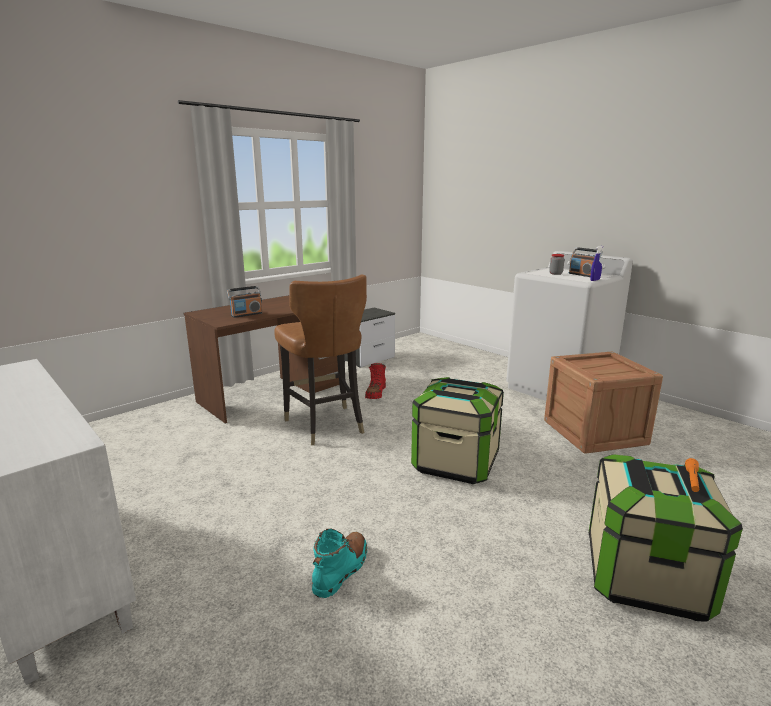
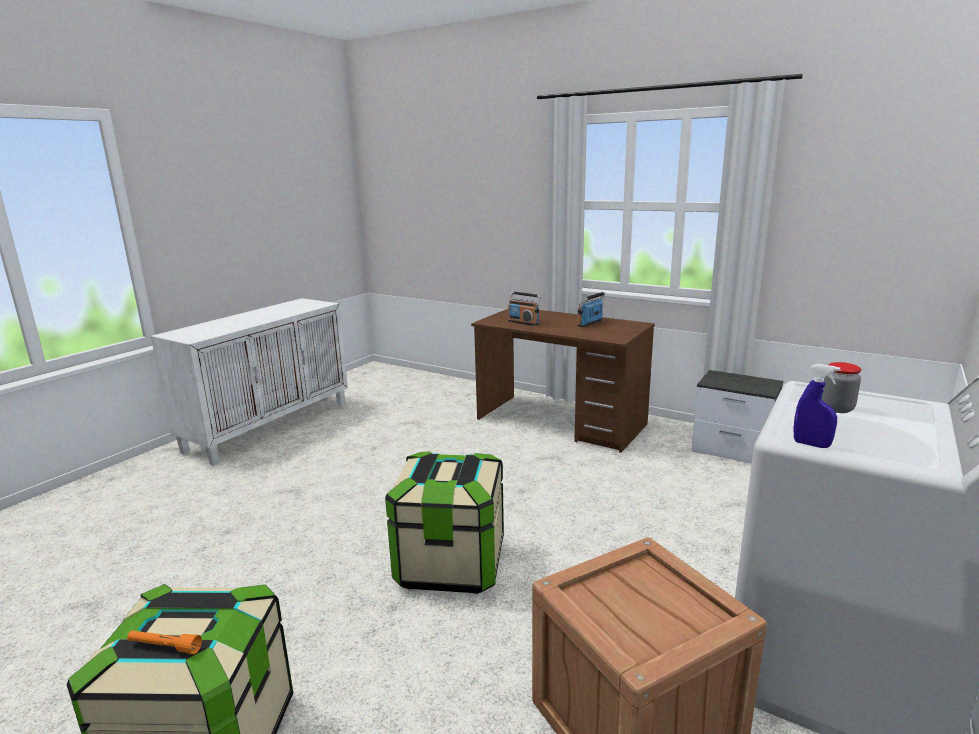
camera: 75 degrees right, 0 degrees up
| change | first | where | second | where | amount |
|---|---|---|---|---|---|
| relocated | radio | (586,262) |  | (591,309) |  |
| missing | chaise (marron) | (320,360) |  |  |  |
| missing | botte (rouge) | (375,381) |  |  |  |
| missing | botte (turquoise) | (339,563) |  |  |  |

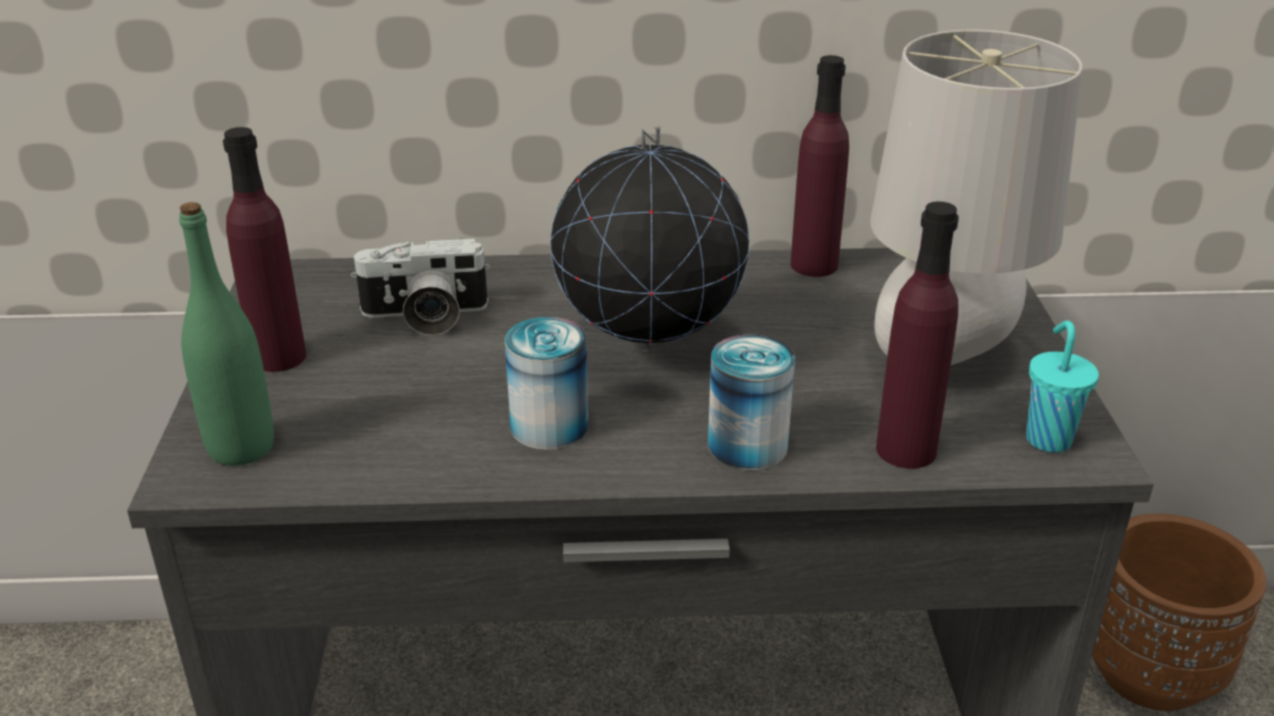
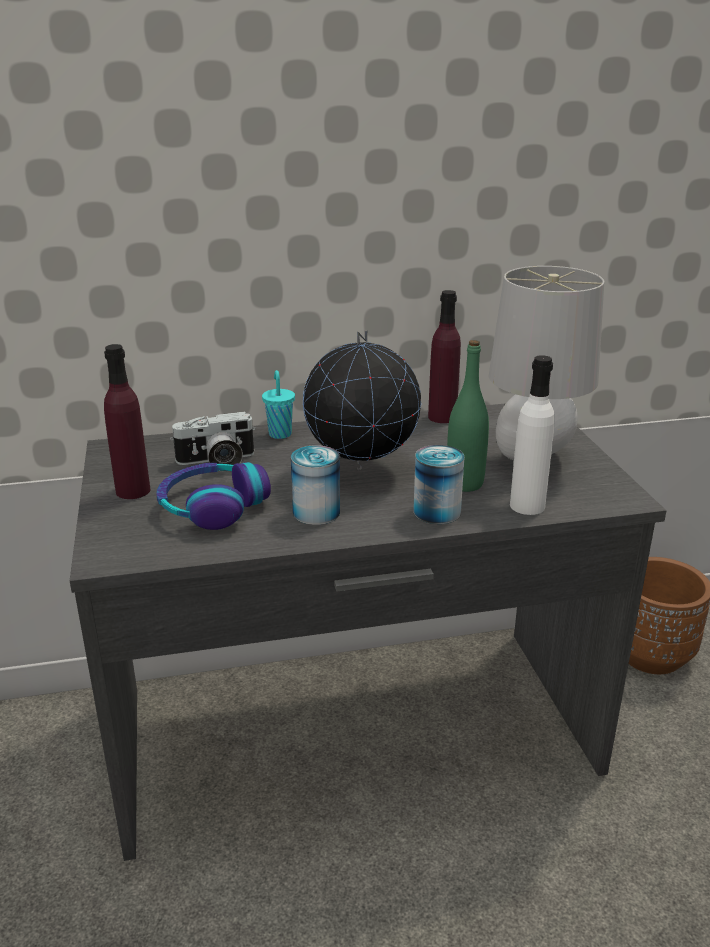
camera: 10 degrees left, 5 degrees down
| change | first | where | second | where | amount |
|---|---|---|---|---|---|
| colour | bouteille (violet) | (917,335) | bouteille (blanc) | (532,435) |  |
| relocated | bouteille (vert) | (226,334) |  | (468,416) |  |
| relocated | tasse (turquoise) | (1062,387) |  | (278,404) |  |
| appeared |  |  | casque audio | (213,496) |  |

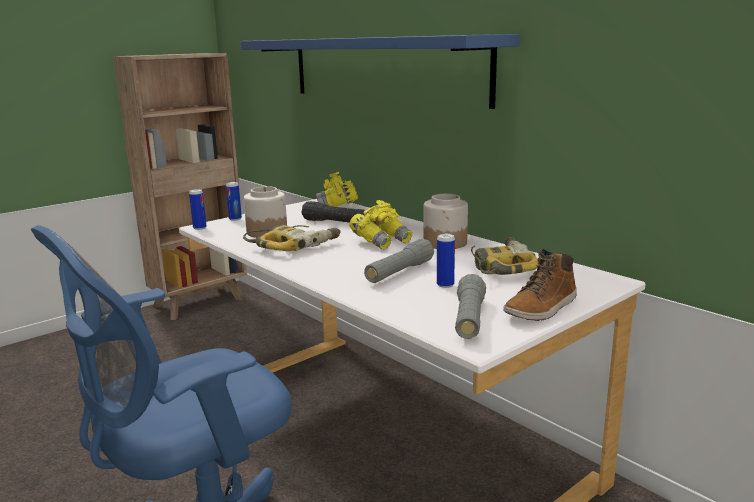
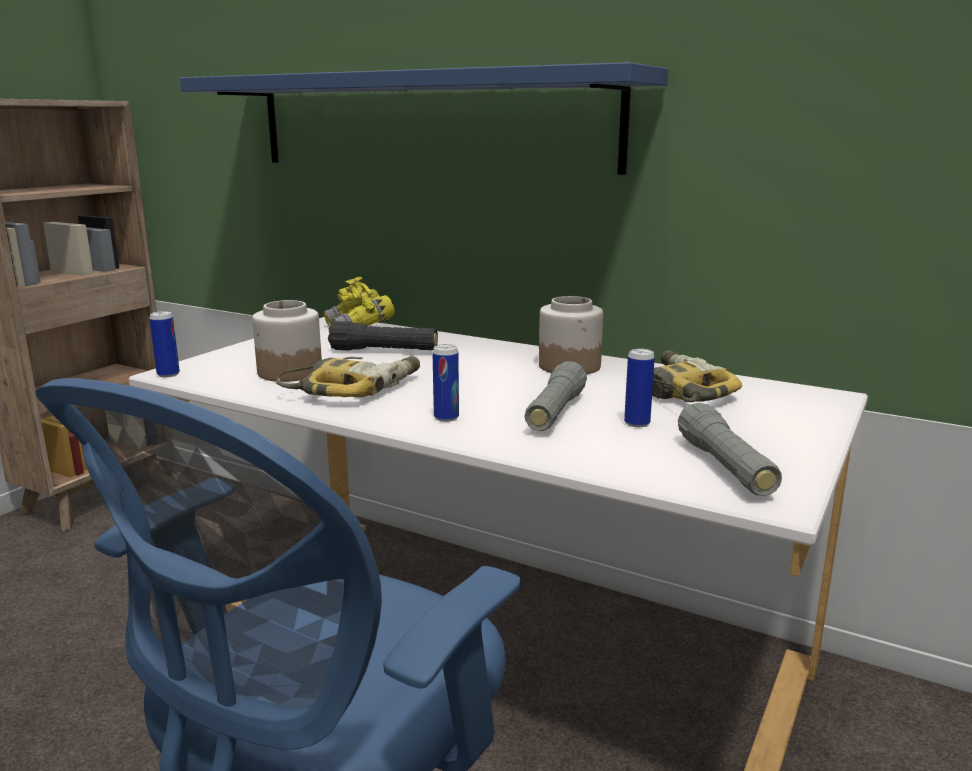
camera: 20 degrees left, 0 degrees up
| change | first | where | second | where | amount |
|---|---|---|---|---|---|
| relocated | boîte métallique | (234,201) |  | (445,383) |  |
| missing | jumelles (jaune) | (380,225) |  |  |  |
| missing | botte | (540,285) |  |  |  |

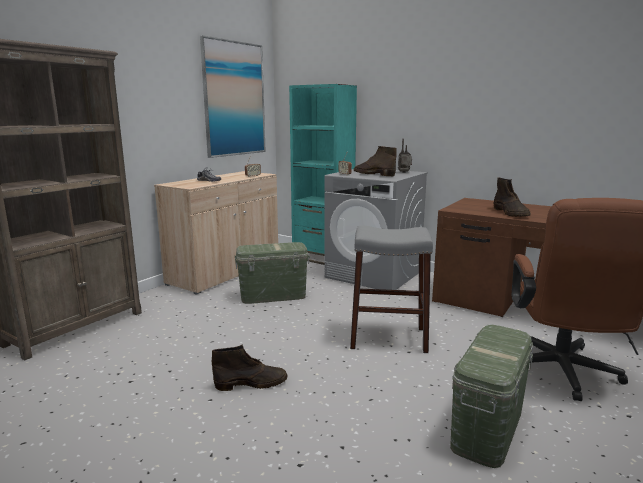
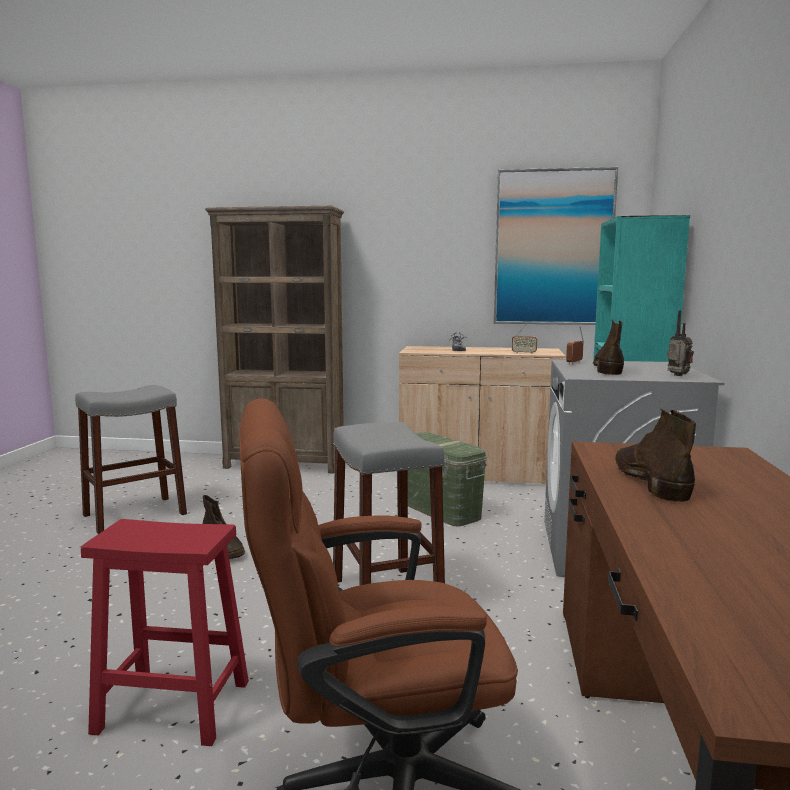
camera: 65 degrees right, 5 degrees down
| change | first | where | second | where | amount |
|---|---|---|---|---|---|
| spun | botte (marron) | (512,197) |  | (655,455) | 120 degrees clockwise |
| exchanged | boîte de rangement (vert) | (491,396) | tabouret (rouge) | (165,632) |  |
| appeared |  |  | tabouret (gris) | (131,459) |  |

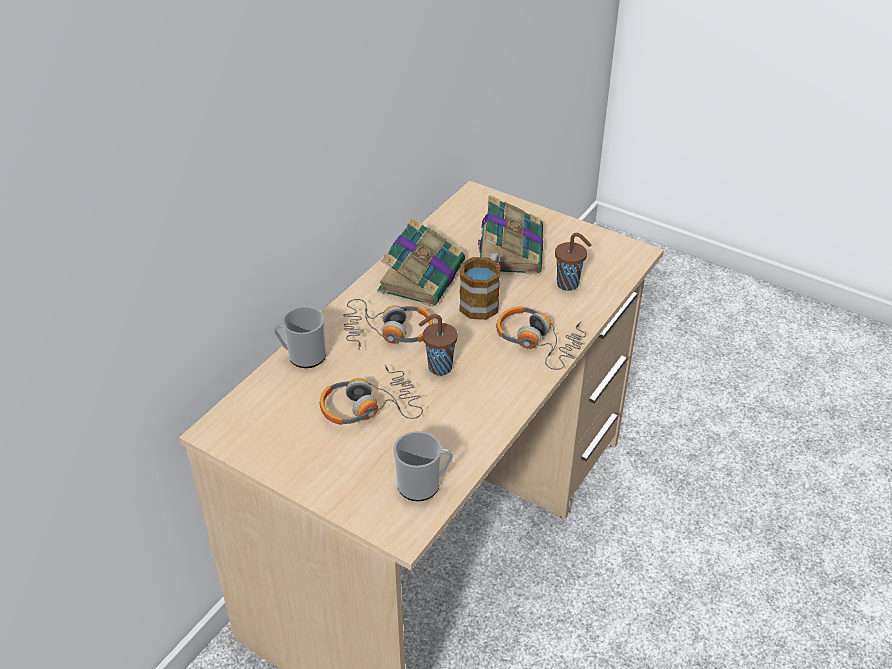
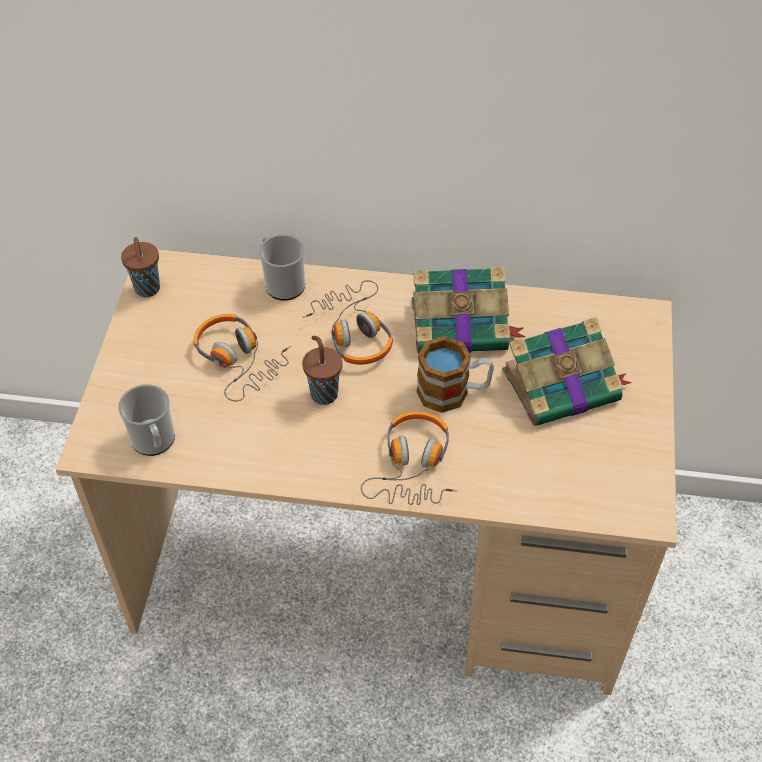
camera: 65 degrees right, 10 degrees up
| change | first | where | second | where | amount |
|---|---|---|---|---|---|
| relocated | tasse (marron) | (573,262) |  | (140,267) |  |

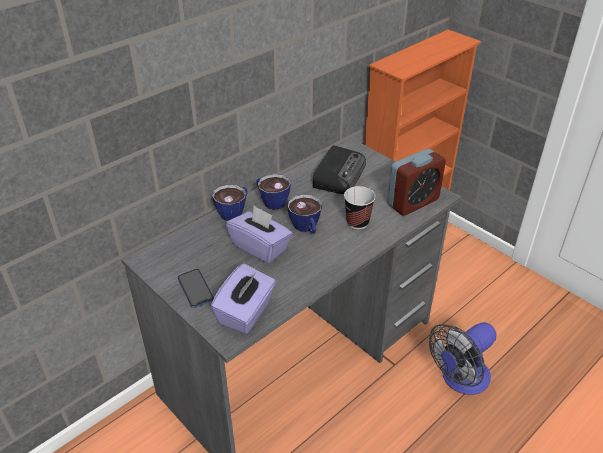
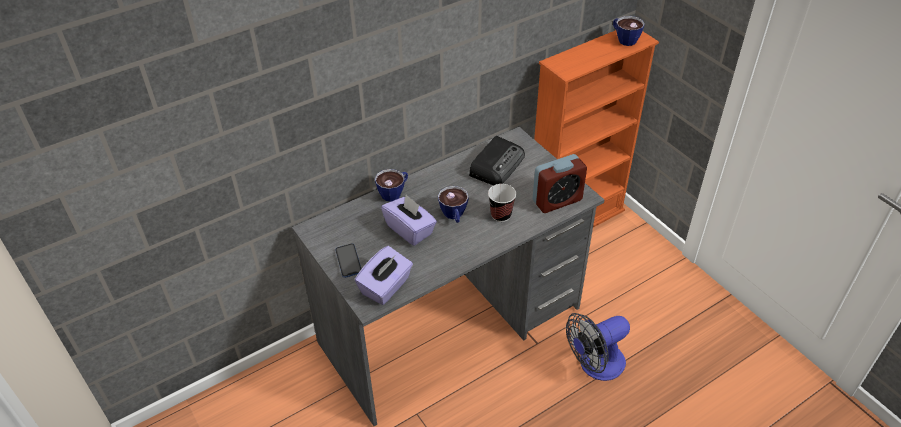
camera: 10 degrees right, 5 degrees up
| change | first | where | second | where | amount |
|---|---|---|---|---|---|
| relocated | tasse | (273,192) |  | (629,31) |  |

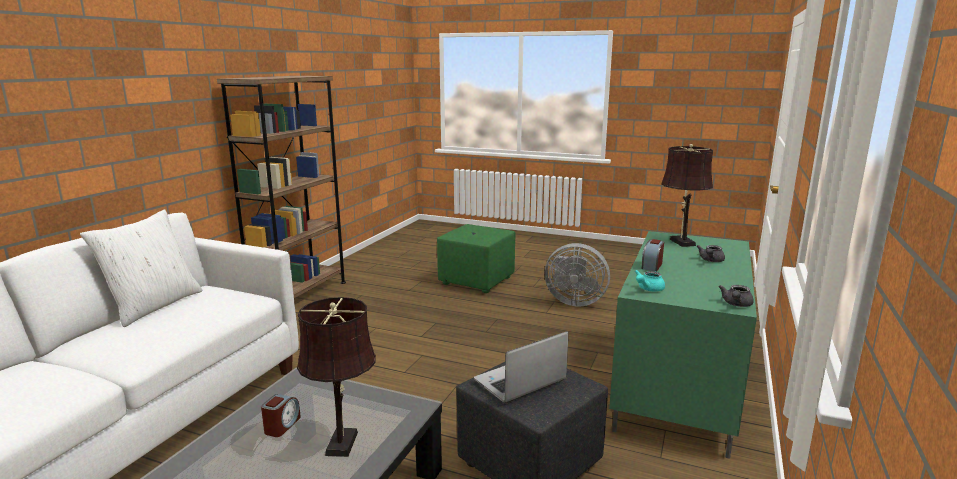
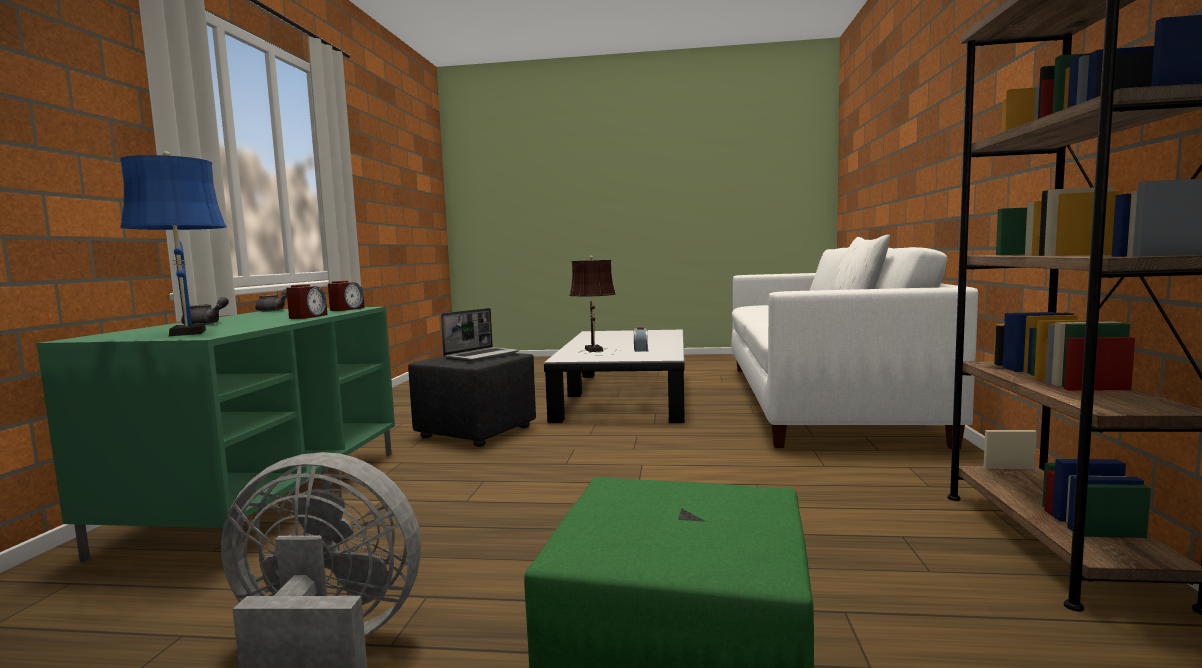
camera: 165 degrees right, 10 degrees down
| change | first | where | second | where | amount |
|---|---|---|---|---|---|
| colour | lampe de table (marron) | (687,195) | lampe de table (bleu) | (173,243) |  |
| exchanged | théière (turquoise) | (650,280) | réveil | (346,296) |  |

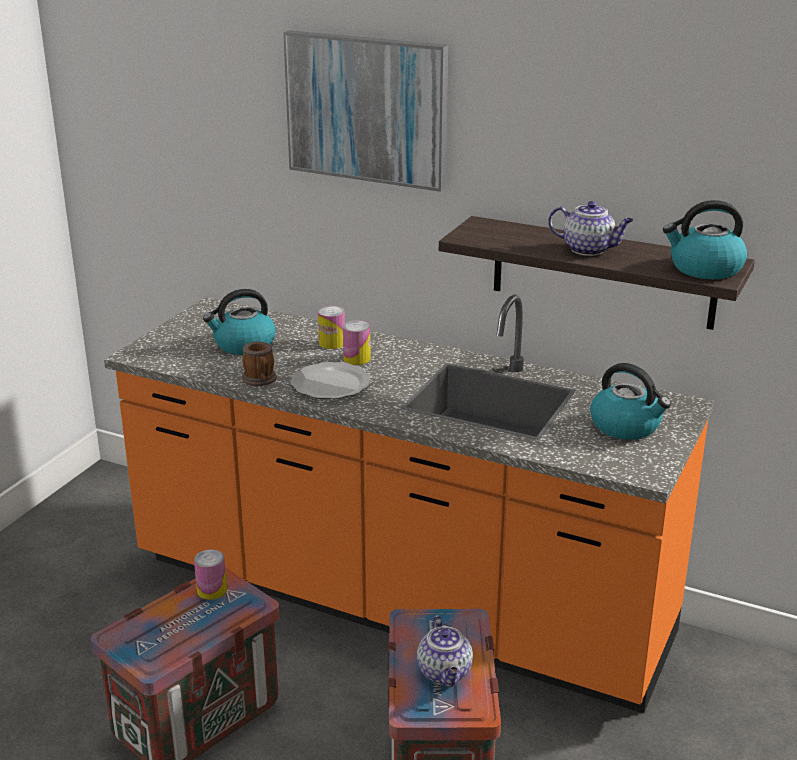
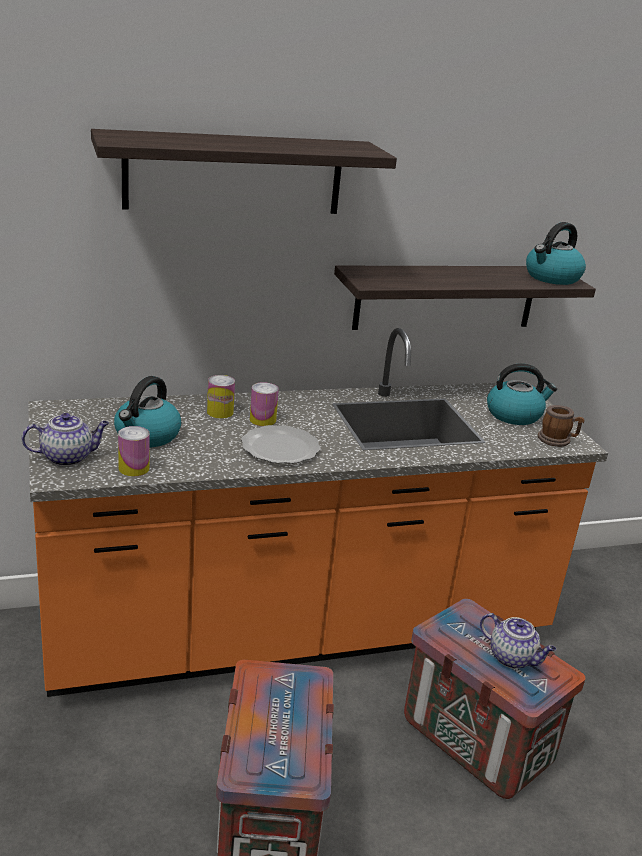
camera: 45 degrees left, 0 degrees up
| change | first | where | second | where | amount |
|---|---|---|---|---|---|
| exchanged | tableau | (365,111) | étagère | (244,171) |  |
| relocated | théière | (591,228) |  | (65,439) |  |
| relocated | mug | (259,363) |  | (561,426) |  |
| relocated | boîte métallique | (210,574) |  | (134,451) |  |

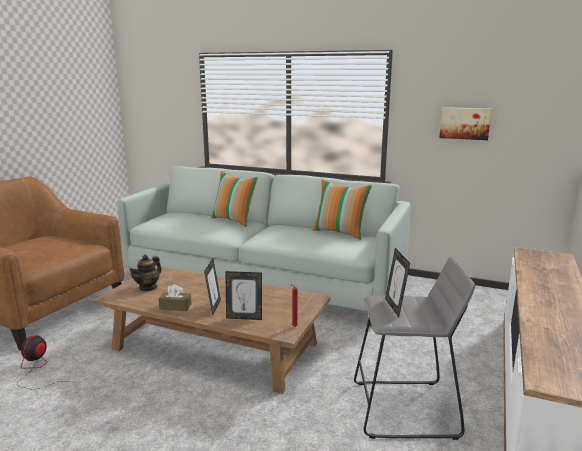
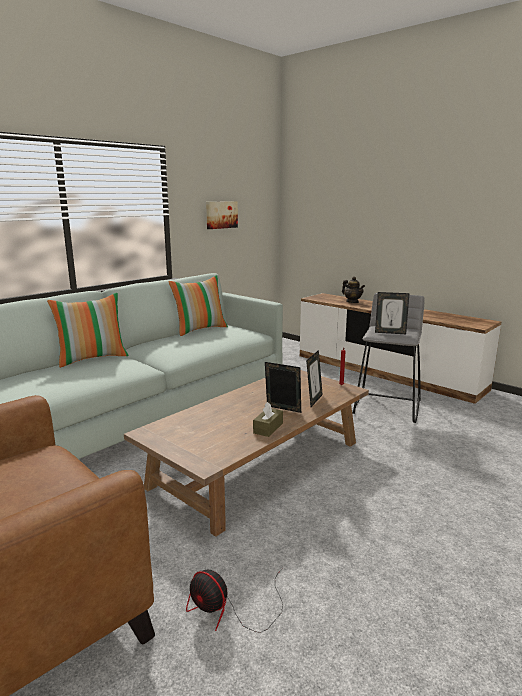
camera: 70 degrees left, 0 degrees up
| change | first | where | second | where | amount |
|---|---|---|---|---|---|
| relocated | théière | (146,273) |  | (353,290) |  |

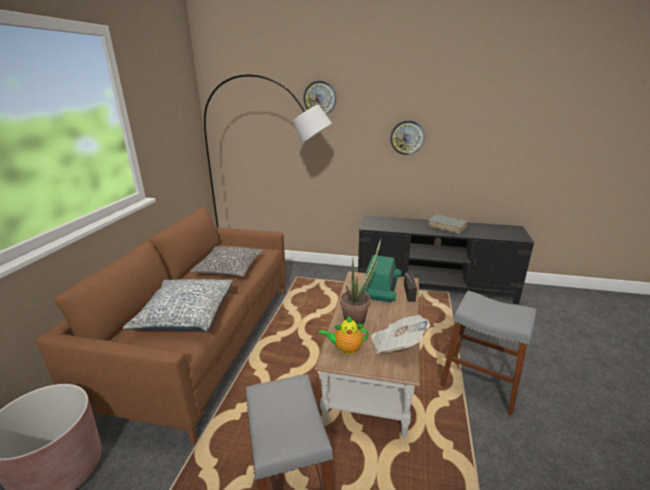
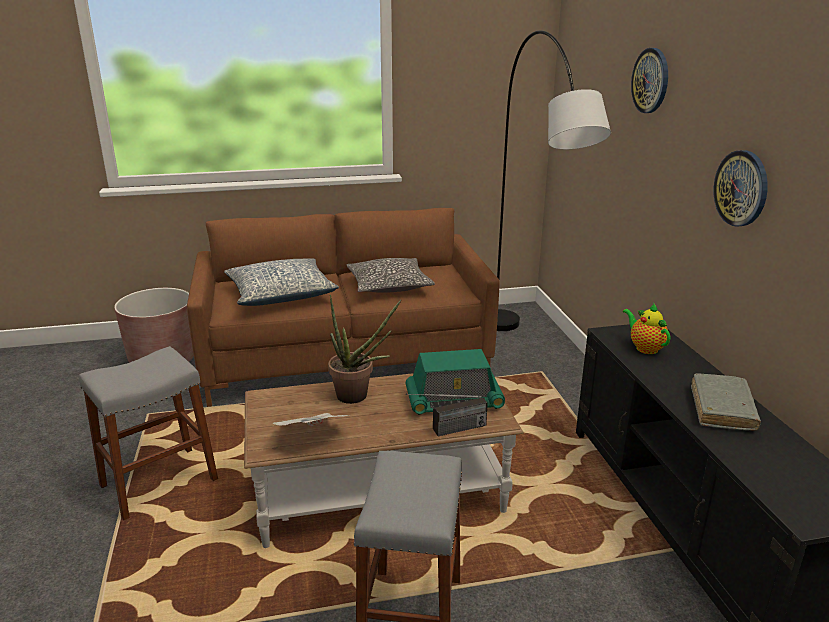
camera: 65 degrees right, 0 degrees up
| change | first | where | second | where | amount |
|---|---|---|---|---|---|
| relocated | théière | (344,335) |  | (646,328) |  |

